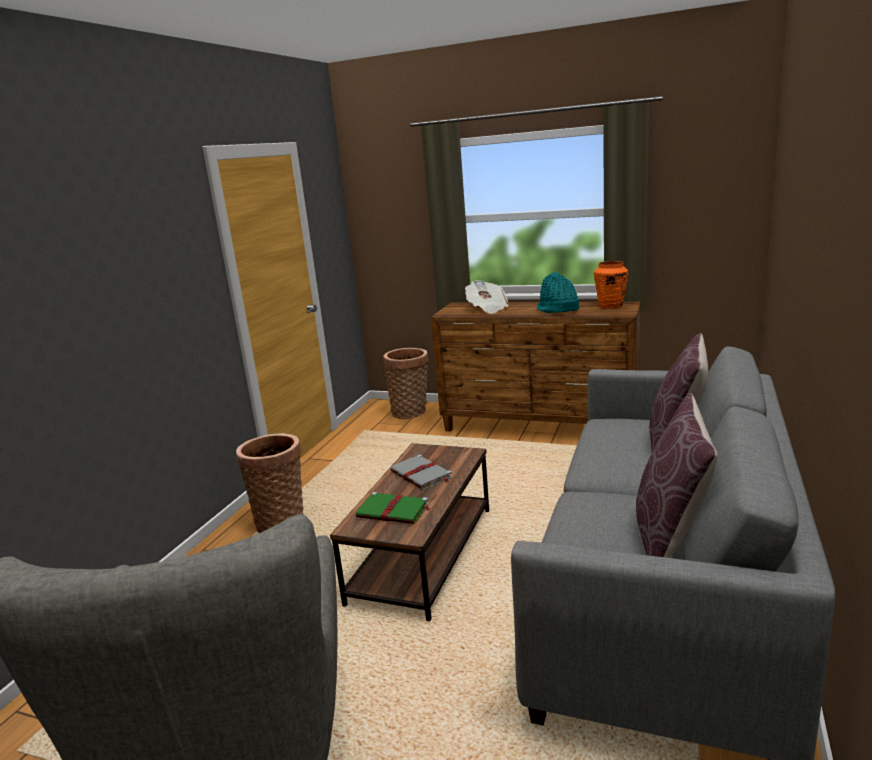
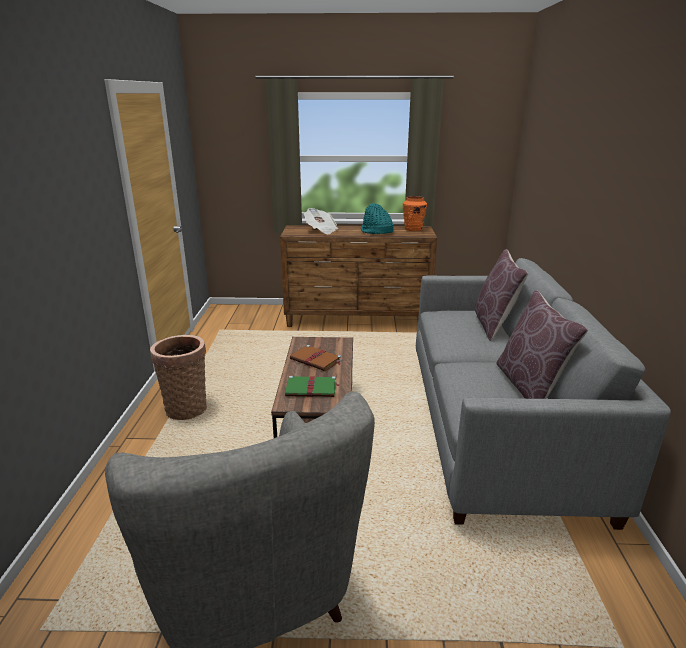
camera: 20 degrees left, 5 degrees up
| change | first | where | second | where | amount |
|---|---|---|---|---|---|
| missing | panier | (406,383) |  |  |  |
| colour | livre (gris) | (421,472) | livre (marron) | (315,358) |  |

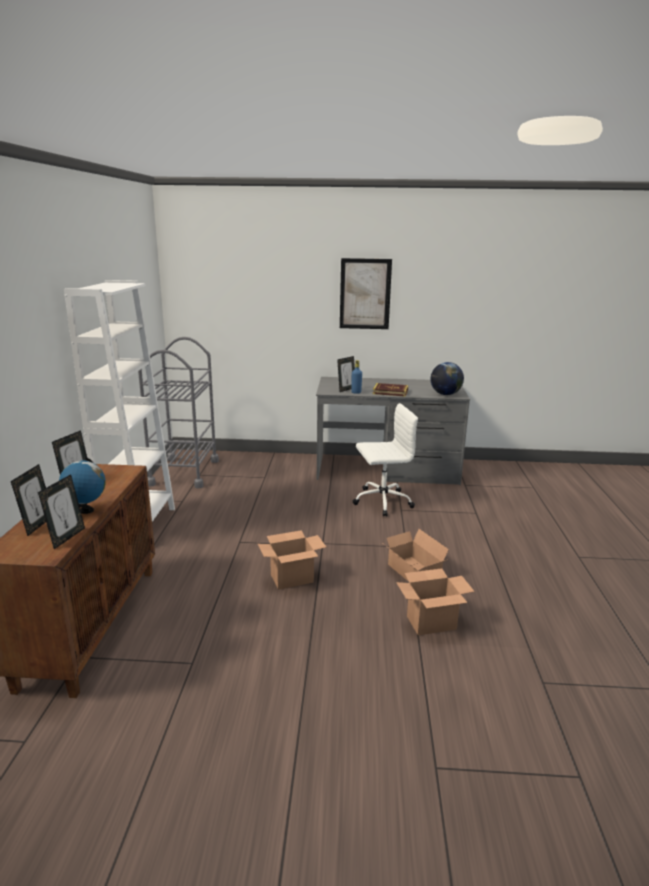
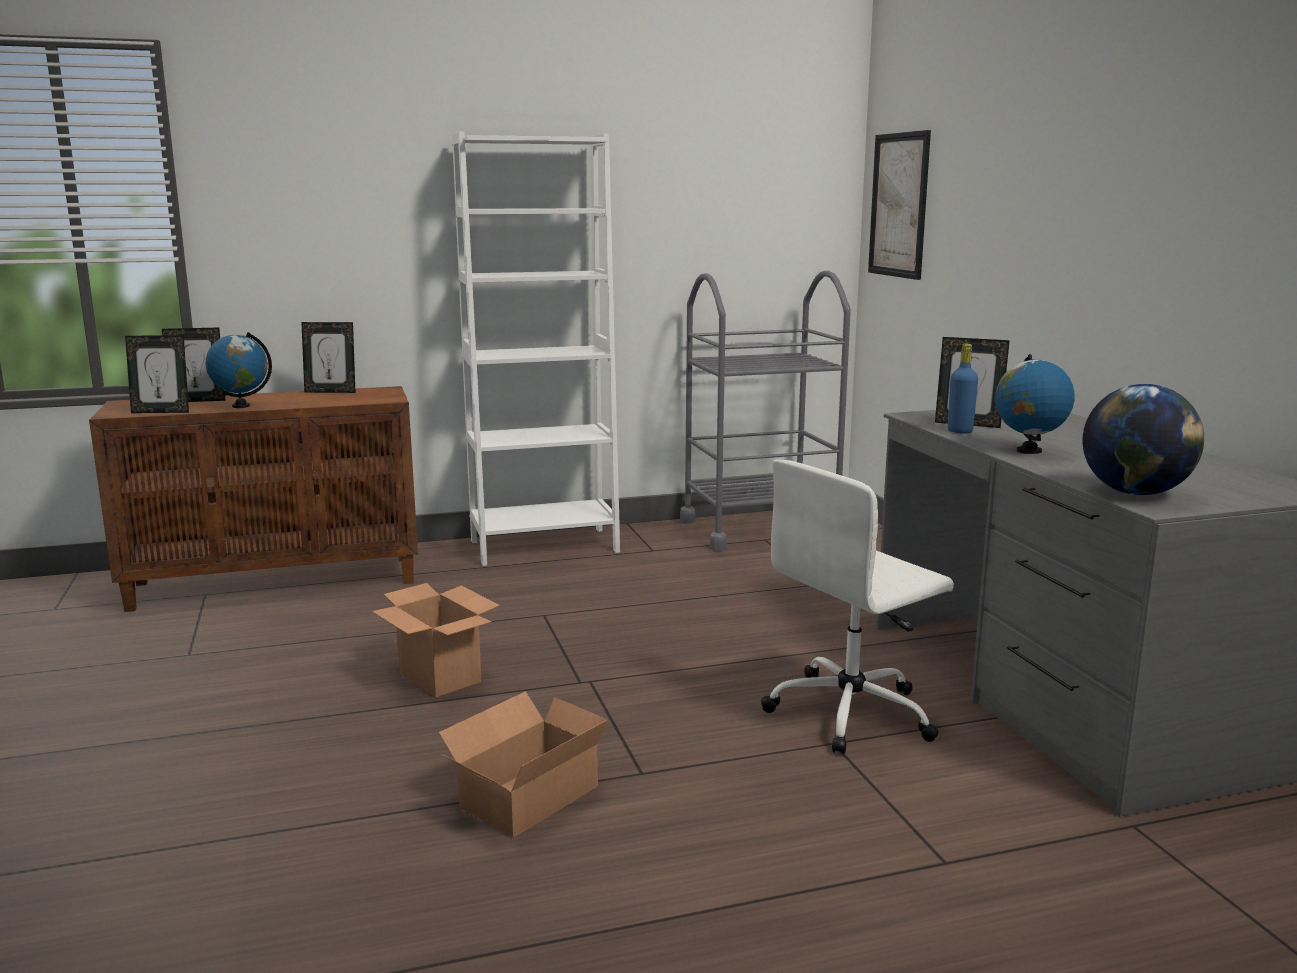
camera: 70 degrees right, 5 degrees down
| change | first | where | second | where | amount |
|---|---|---|---|---|---|
| relocated | tableau | (366,293) |  | (899,205) |  |
| exchanged | livre | (390,390) | globe | (1034,404) |  |
| spun | chaise de bureau (blanc) | (385,460) |  | (857,606) | 90 degrees clockwise |
| missing | carton | (435,601) |  |  |  |

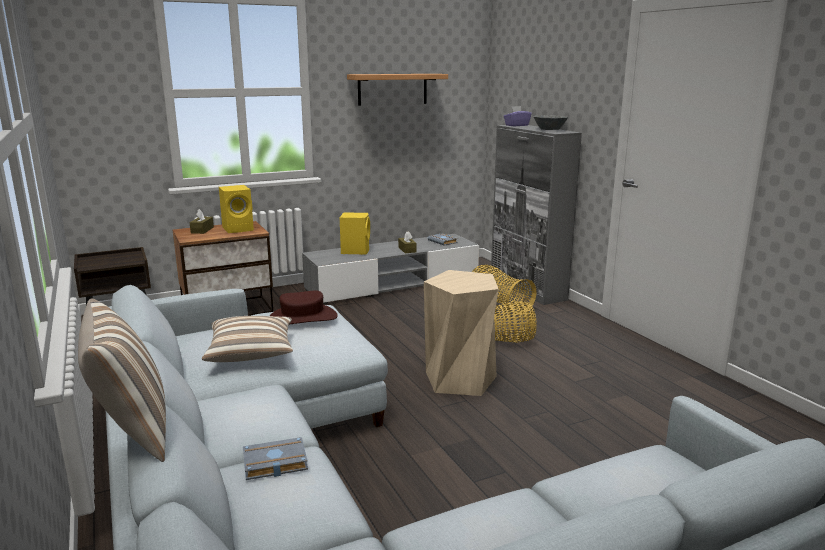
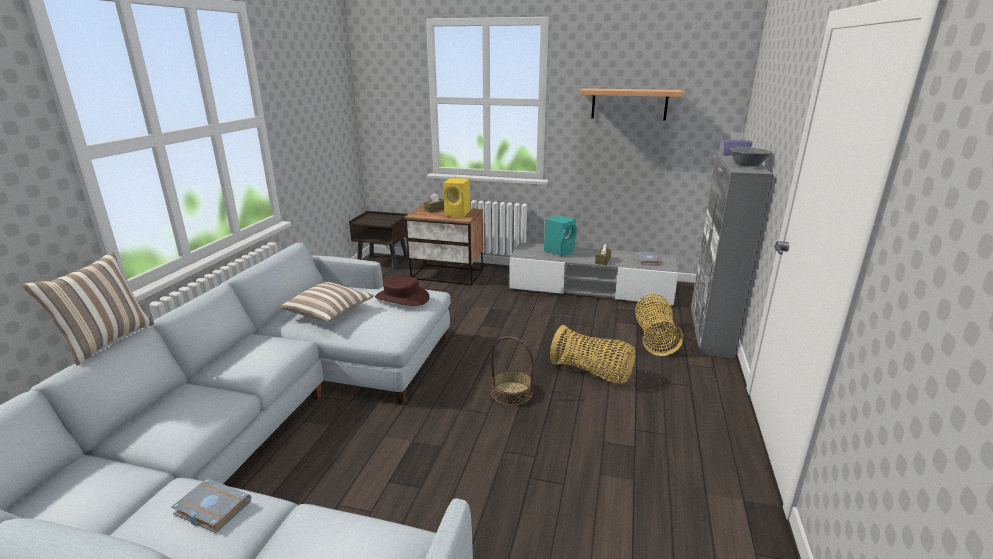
camera: 40 degrees right, 5 degrees up
| change | first | where | second | where | amount |
|---|---|---|---|---|---|
| colour | enceinte (jaune) | (355,233) | enceinte (turquoise) | (560,235) |  |
| exchanged | tabouret (beige) | (461,333) | panier | (512,371) |  |
| relocated | livre (gris) | (275,458) |  | (211,505) |  |

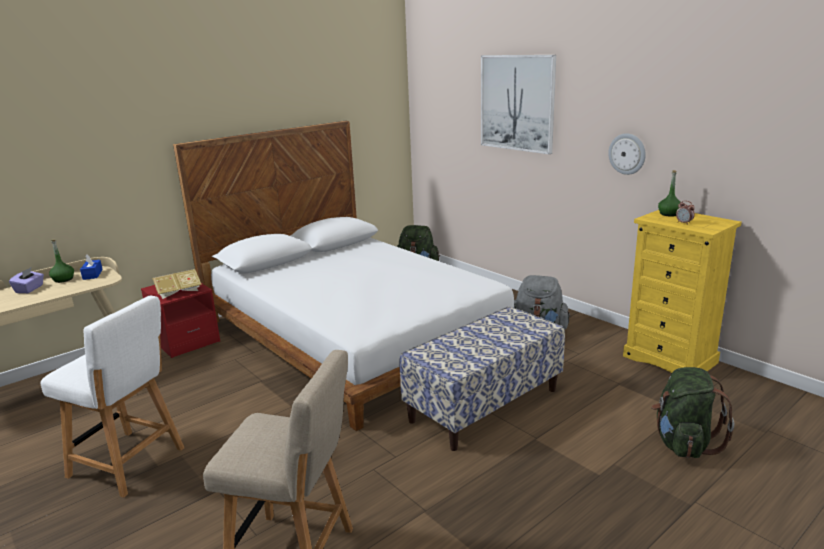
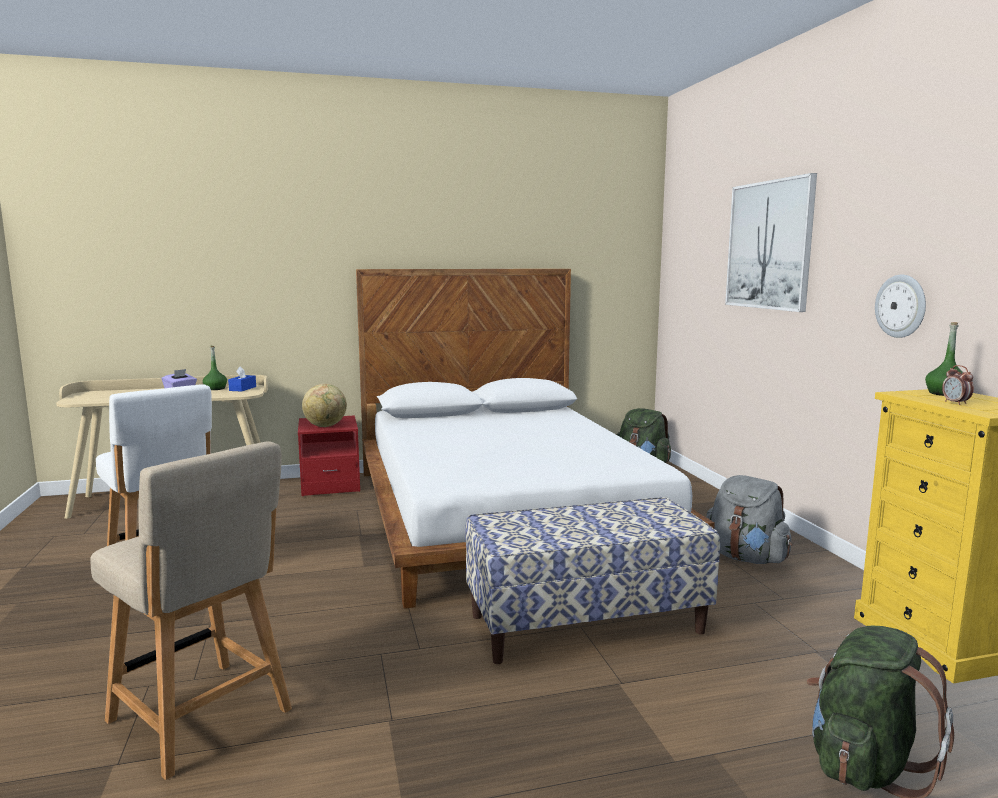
camera: 25 degrees right, 10 degrees down
| change | first | where | second | where | amount |
|---|---|---|---|---|---|
| exchanged | livre | (177,284) | globe | (324,405) |  |

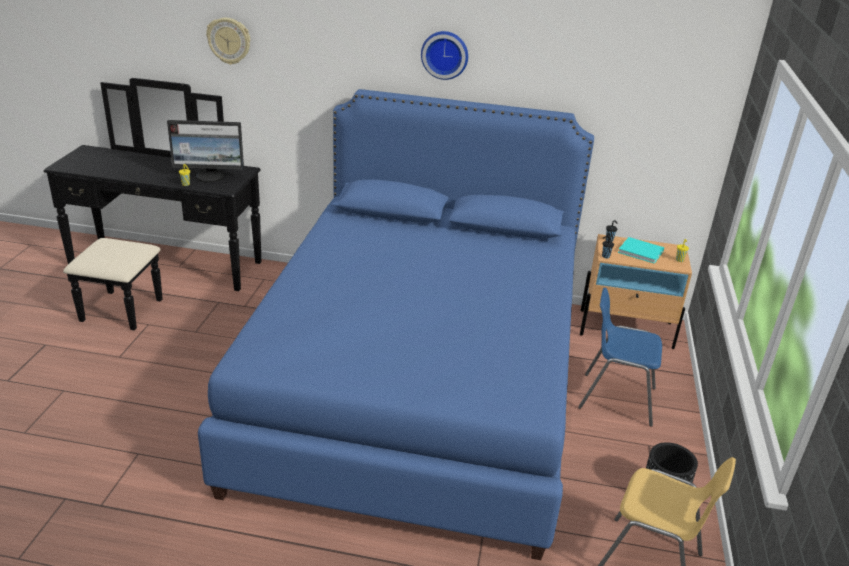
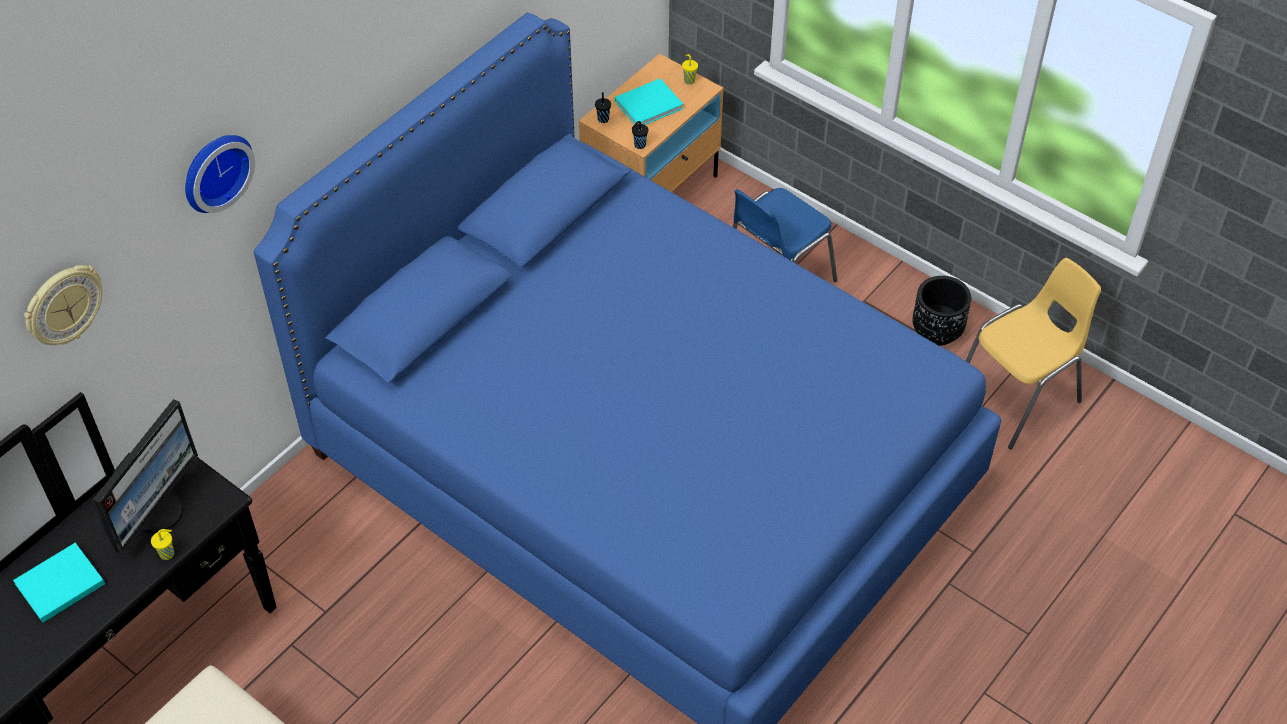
camera: 60 degrees left, 20 degrees up
| change | first | where | second | where | amount |
|---|---|---|---|---|---|
| relocated | horloge murale | (444,55) |  | (220,174) |  |
| appeared |  |  | livre (turquoise) | (59,583) |  |

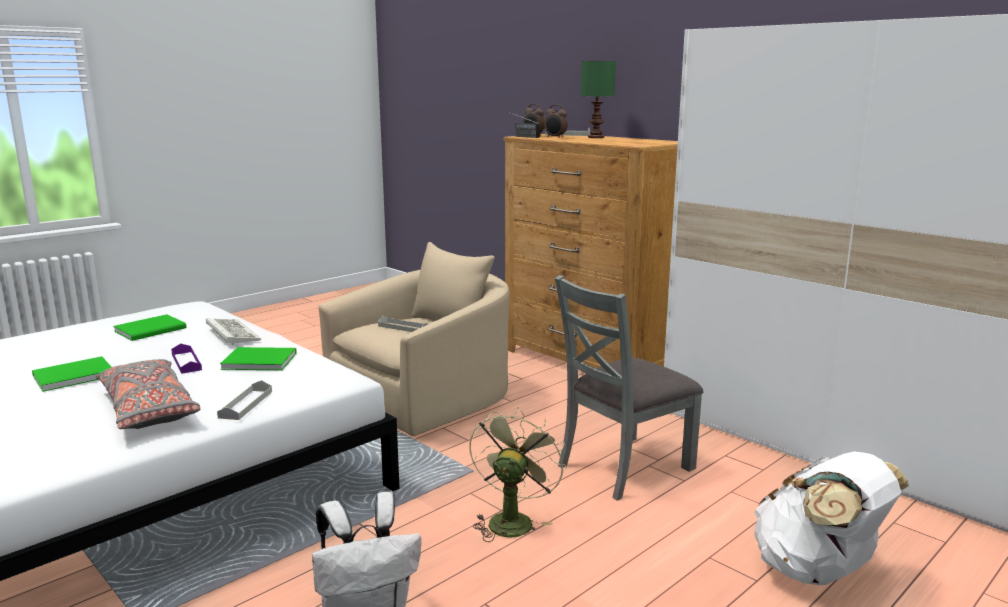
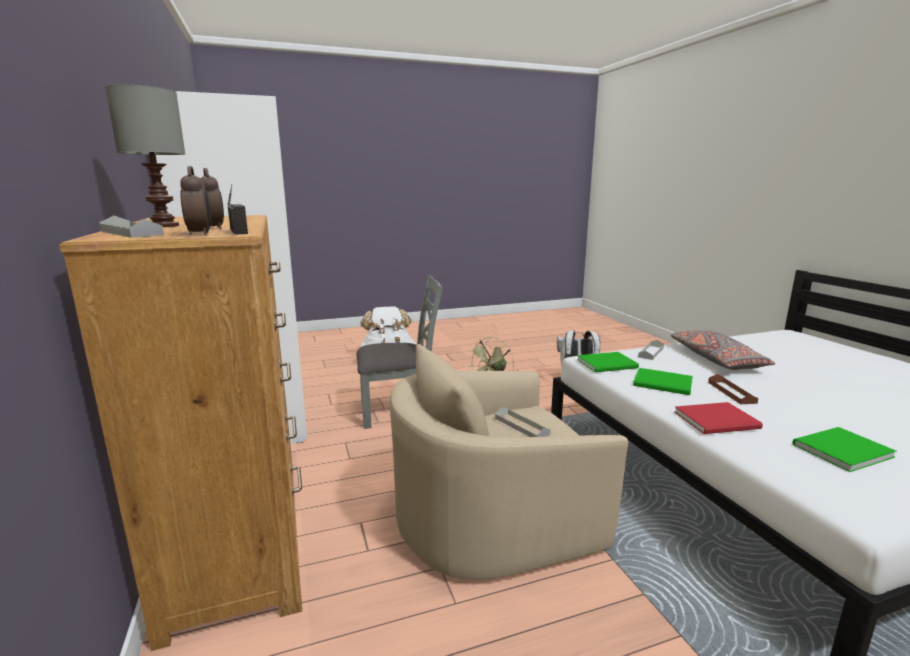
camera: 155 degrees left, 0 degrees up
| change | first | where | second | where | amount |
|---|---|---|---|---|---|
| colour | lampe de table (vert) | (598,99) | lampe de table (gris) | (145,155) |  |
| exchanged | clavier | (233,331) | livre (rouge) | (719,418) |  |
| colour | plateau (violet) | (186,359) | plateau (marron) | (733,389) |  |
| relocated | livre (vert) | (71,374) |  | (608,362) |  |

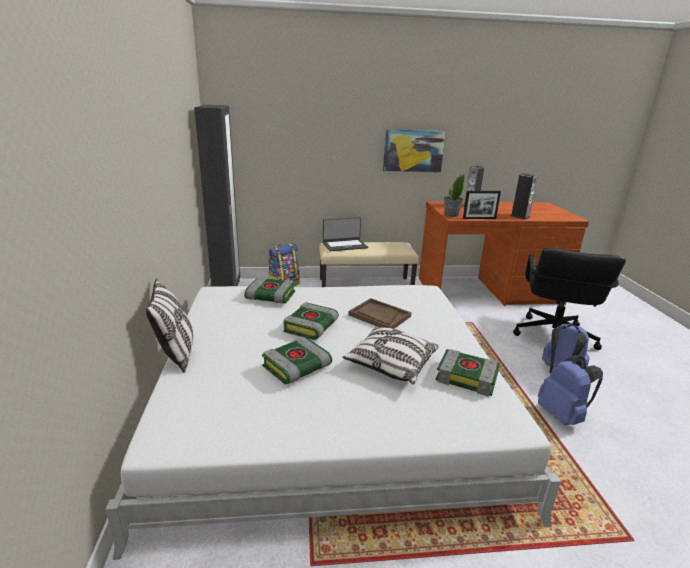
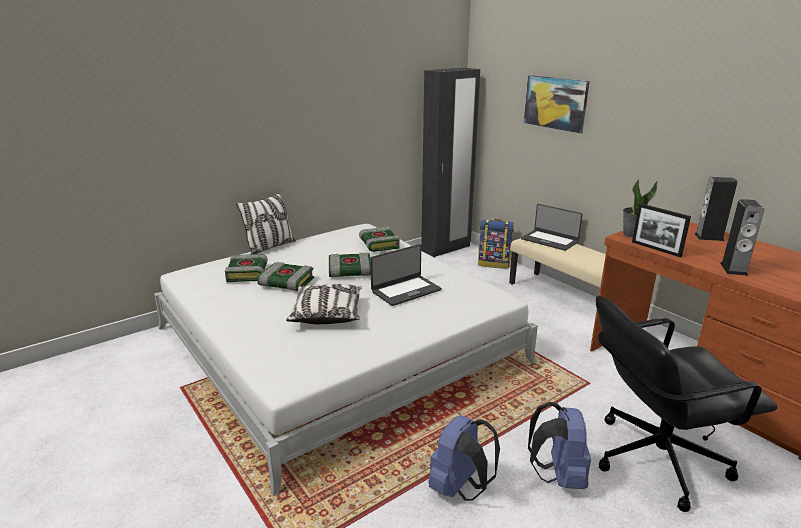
camera: 60 degrees right, 0 degrees up
| change | first | where | second | where | amount |
|---|---|---|---|---|---|
| relocated | tableau | (414,150) |  | (556,104) |  |
| exchanged | plateau (marron) | (379,313) | ordinateur portable | (406,275) |  |
| relocated | livre | (468,373) |  | (246,268) |  |

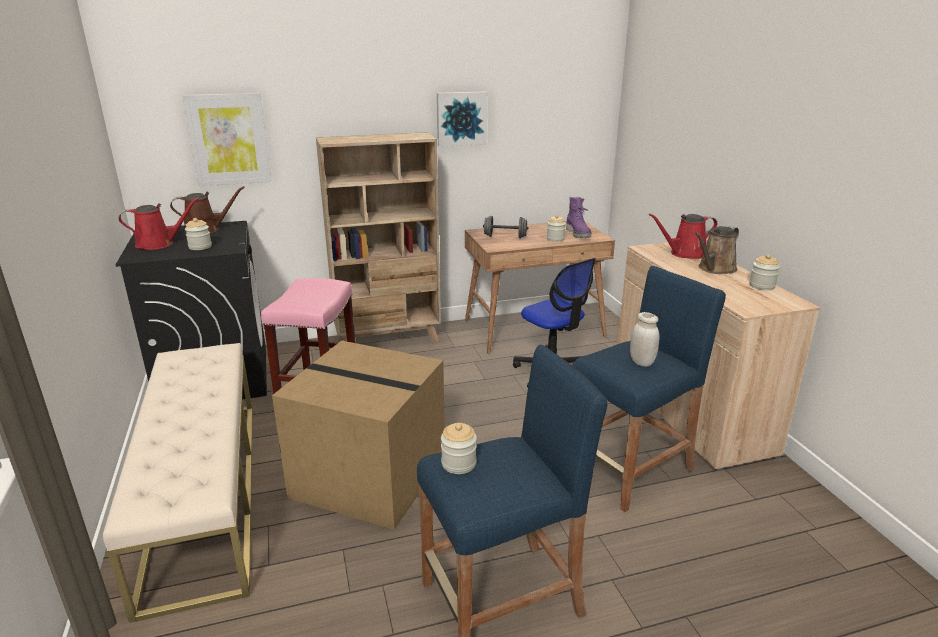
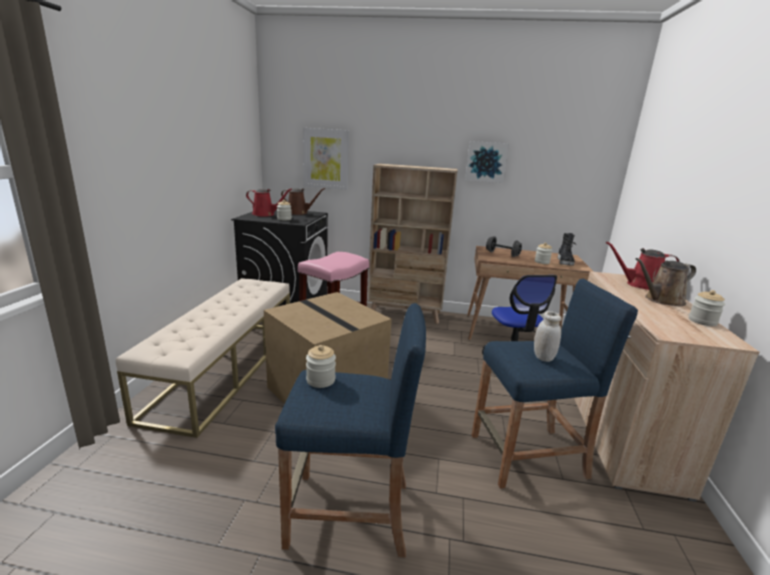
camera: 25 degrees right, 5 degrees down
| change | first | where | second | where | amount |
|---|---|---|---|---|---|
| colour | botte (violet) | (579,217) | botte (noir) | (567,249) |  |

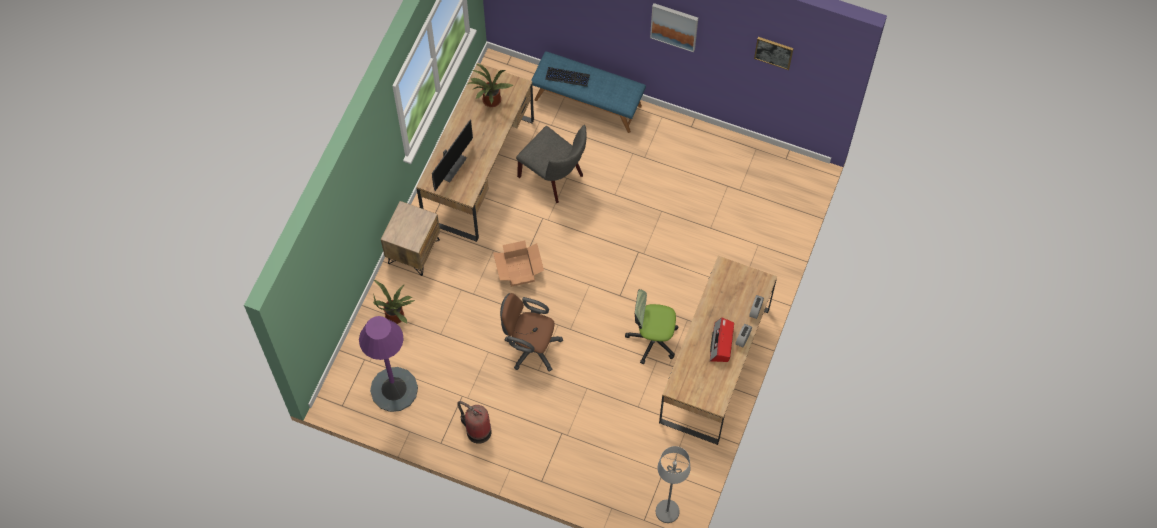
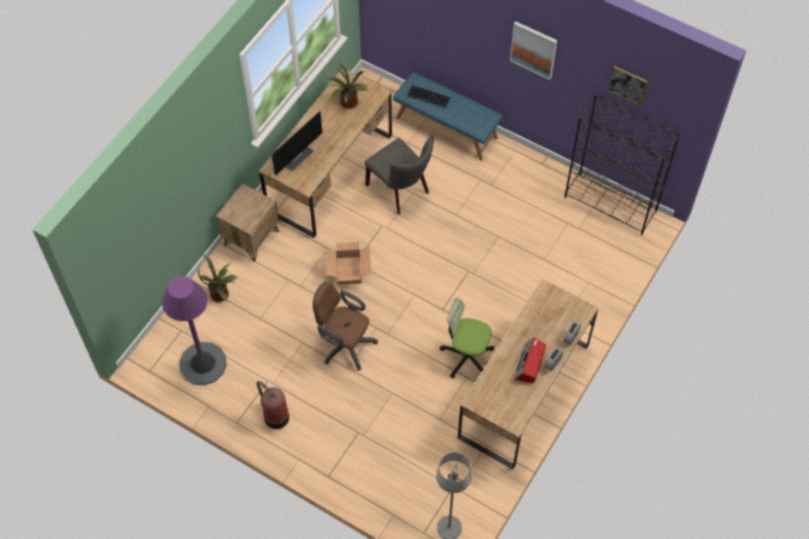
camera: 10 degrees right, 5 degrees down
| change | first | where | second | where | amount |
|---|---|---|---|---|---|
| appeared |  |  | bibliothèque (noir) | (622,164) |  |

